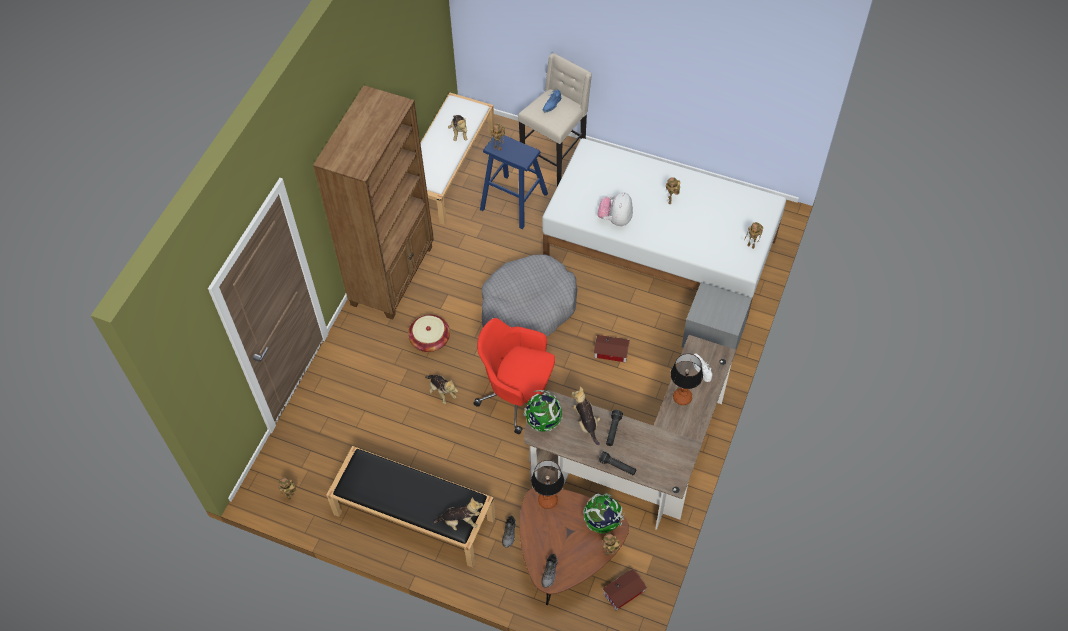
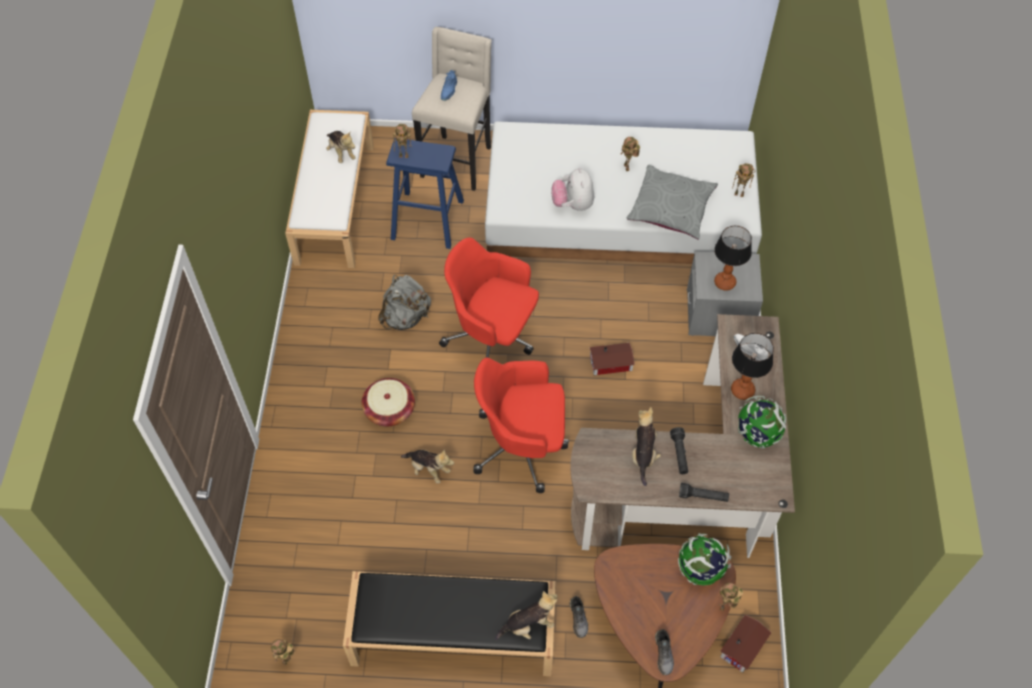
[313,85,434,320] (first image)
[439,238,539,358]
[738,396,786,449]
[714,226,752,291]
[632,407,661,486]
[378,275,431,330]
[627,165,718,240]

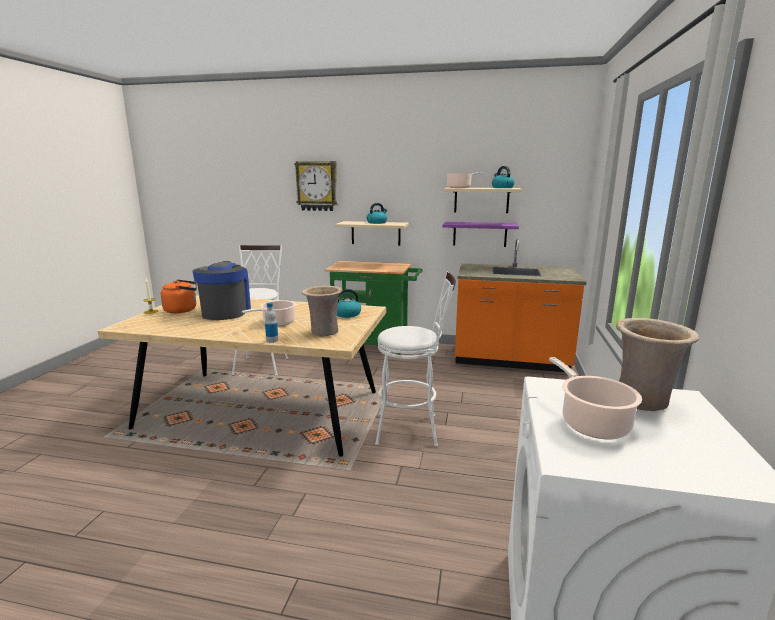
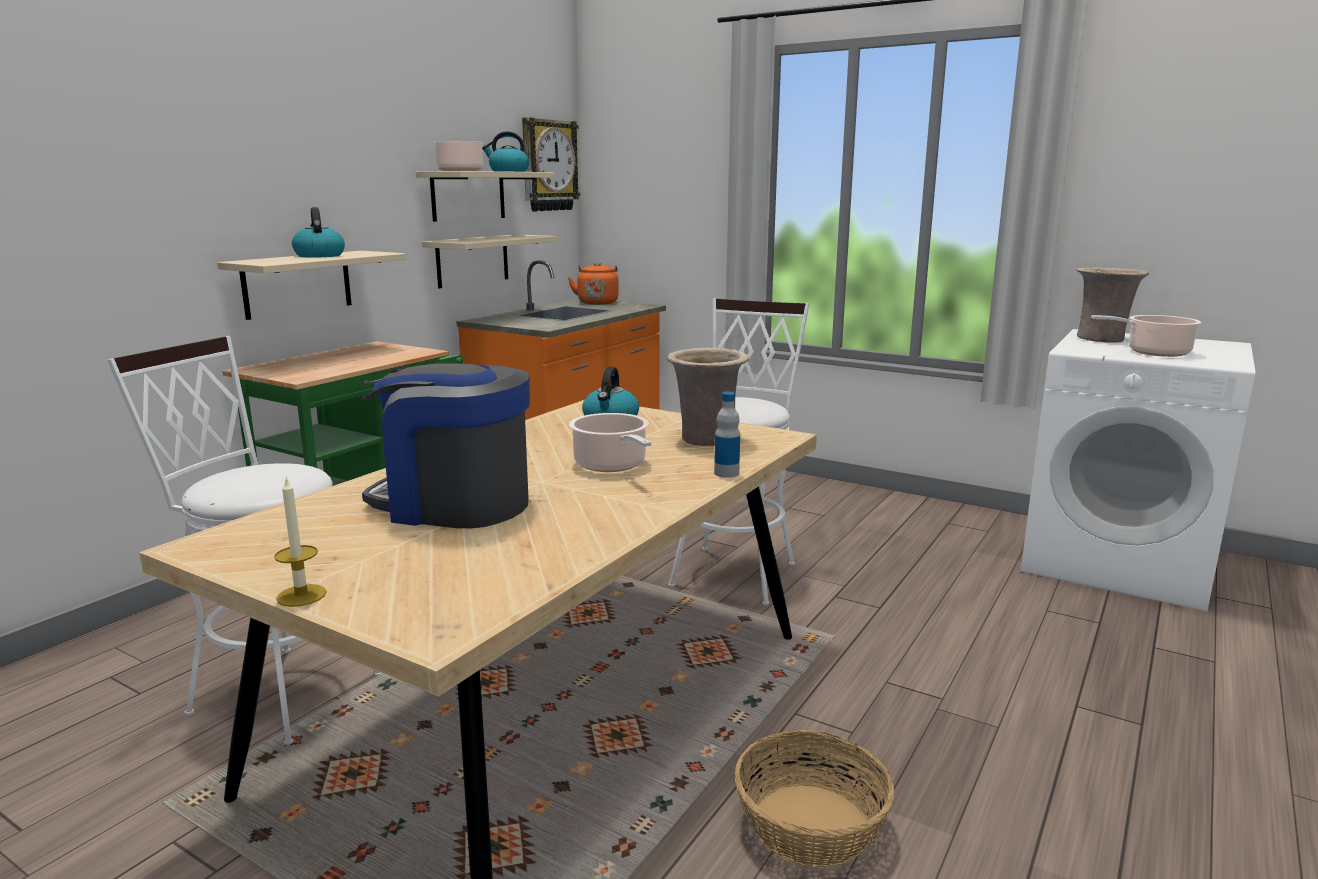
[568,262,619,305]
[522,118,580,211]
[422,234,557,289]
[735,730,894,867]

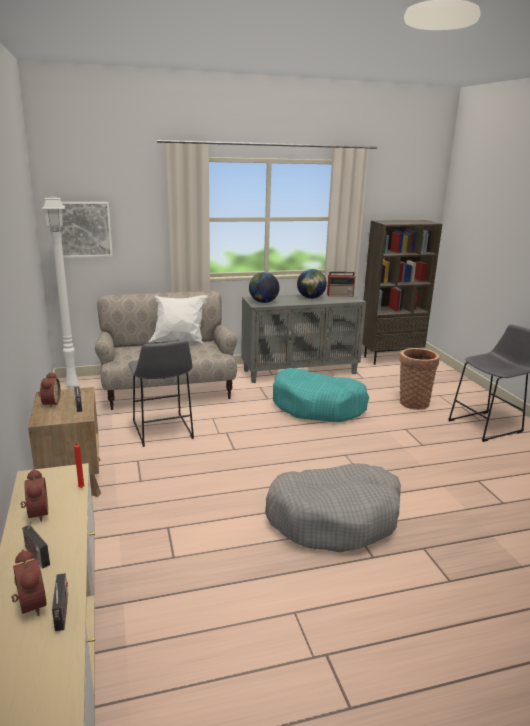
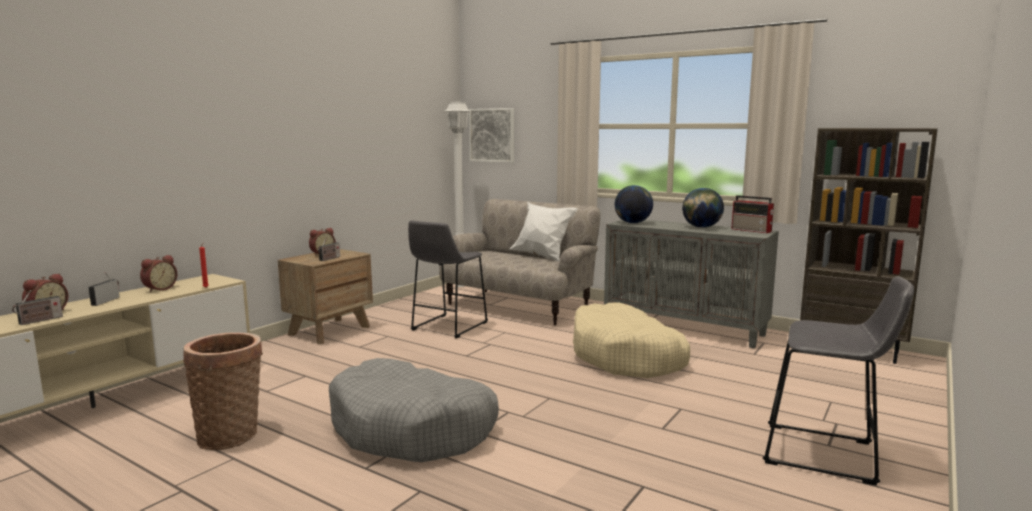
[573,302,690,378]
[183,332,263,450]

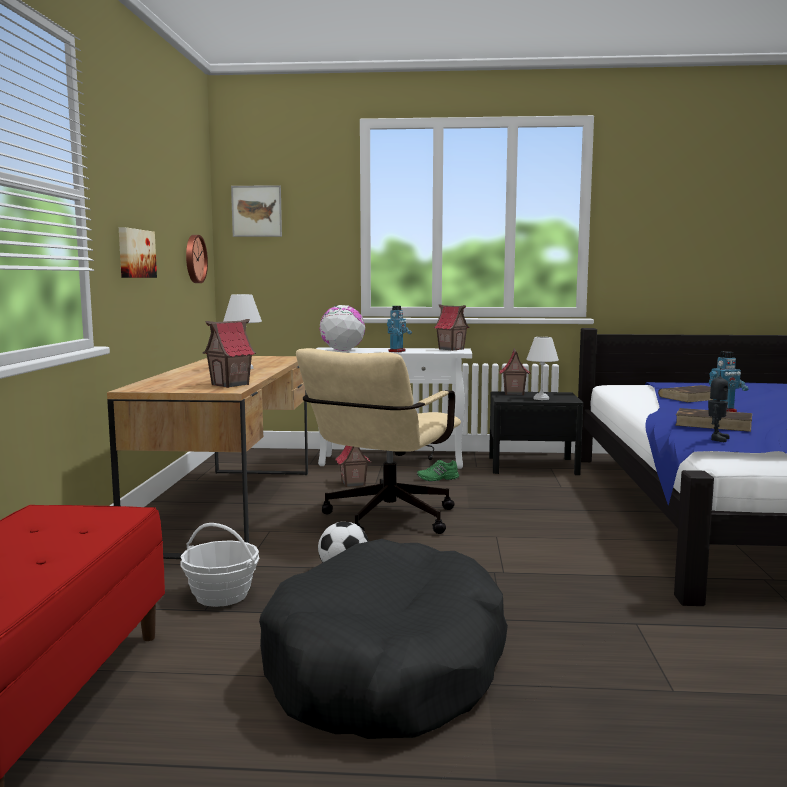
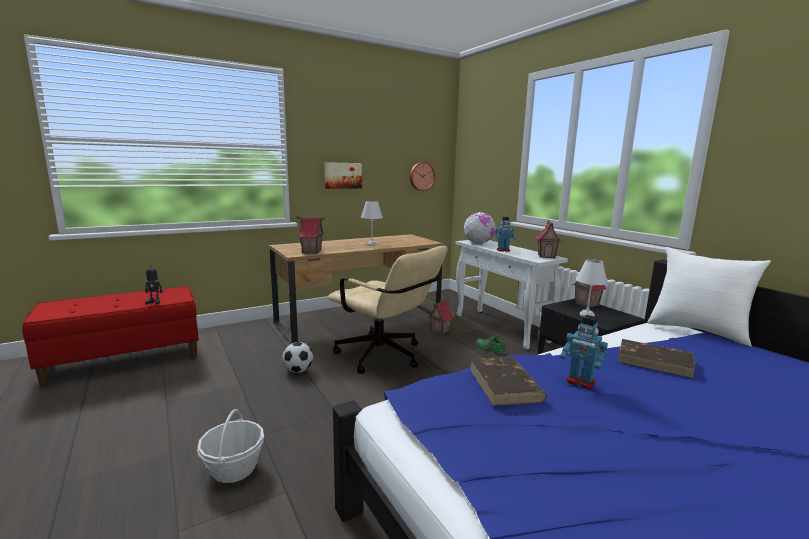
[197,409,264,483]
[231,185,282,237] (first image)
[259,539,508,739] (first image)
[328,246,448,374]
[145,263,163,304]
[647,247,771,346]

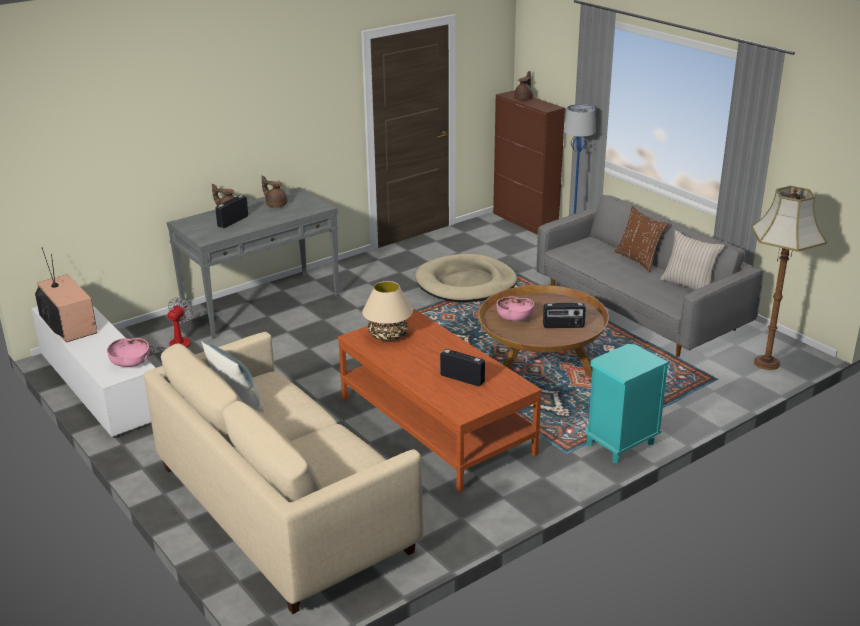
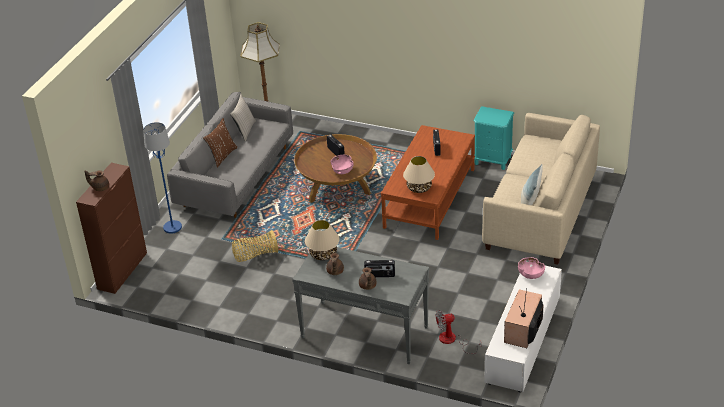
[232,230,278,262]
[473,106,514,170]
[305,220,340,260]

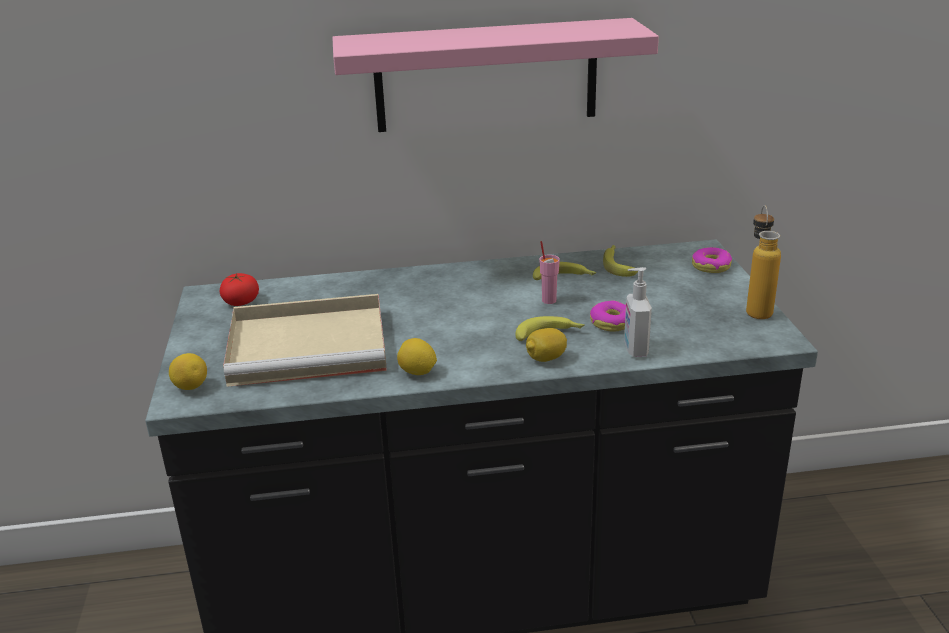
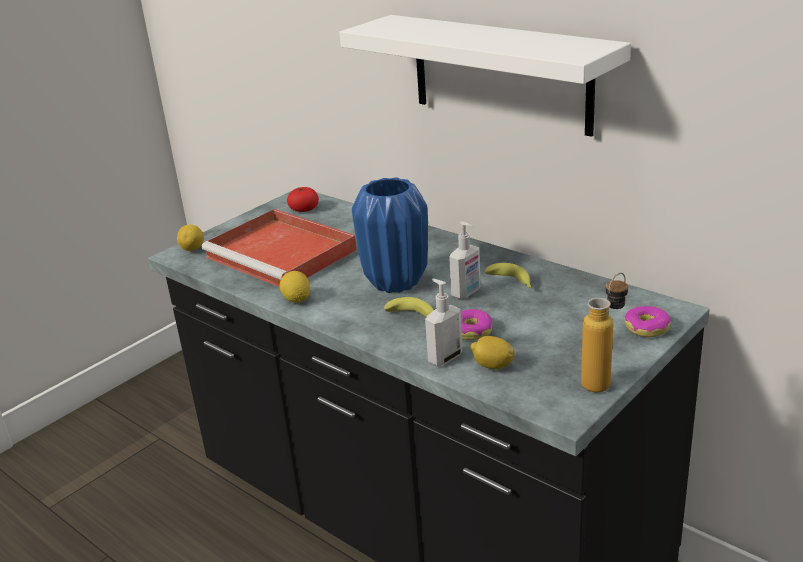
[202,209,357,287]
[339,15,631,137]
[470,336,515,369]
[449,221,481,299]
[603,245,638,277] (first image)
[352,178,428,293]

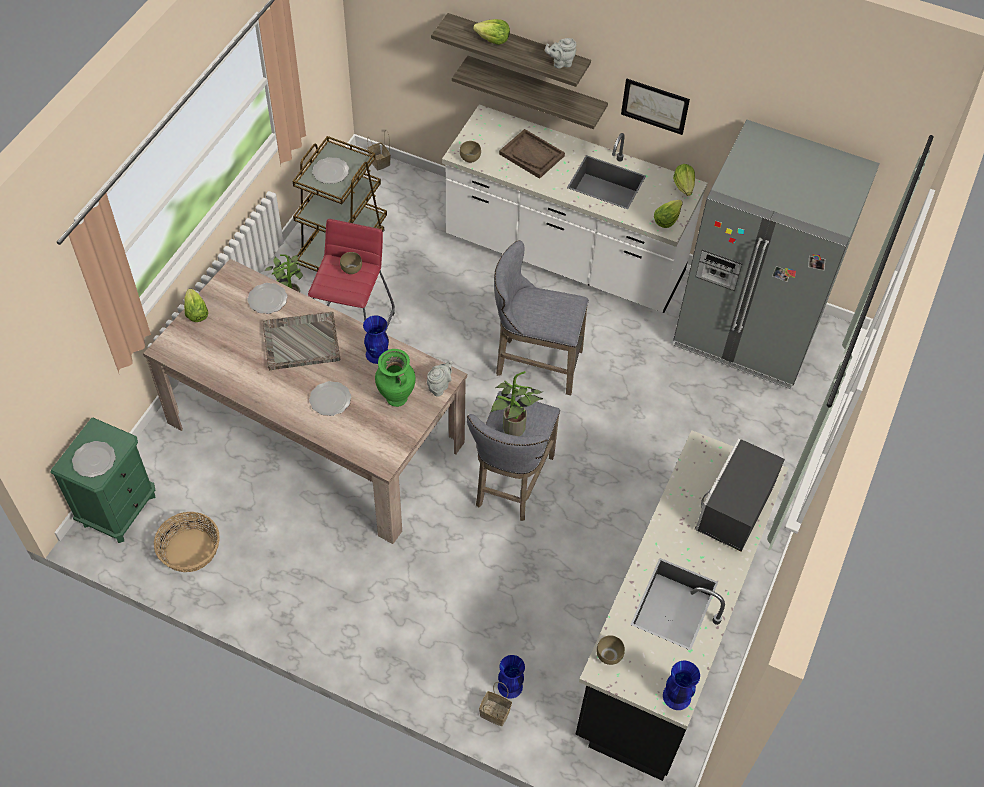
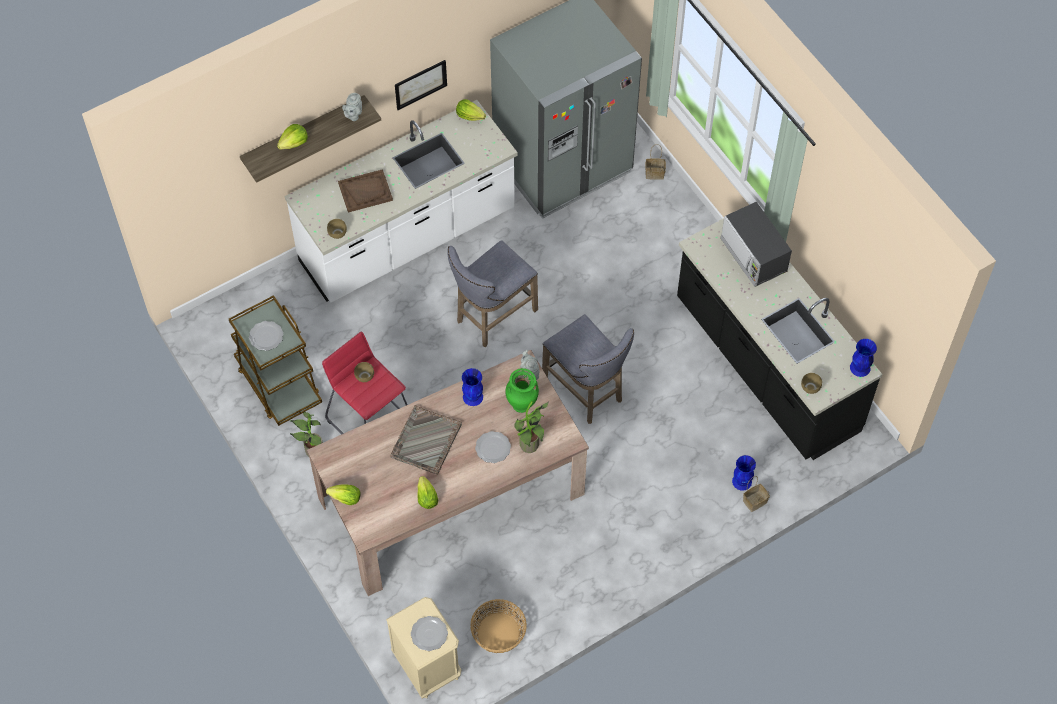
[386,597,461,699]
[247,283,288,314] (first image)
[645,144,666,180]
[452,56,608,129] (first image)
[514,401,549,453]
[417,476,438,509]

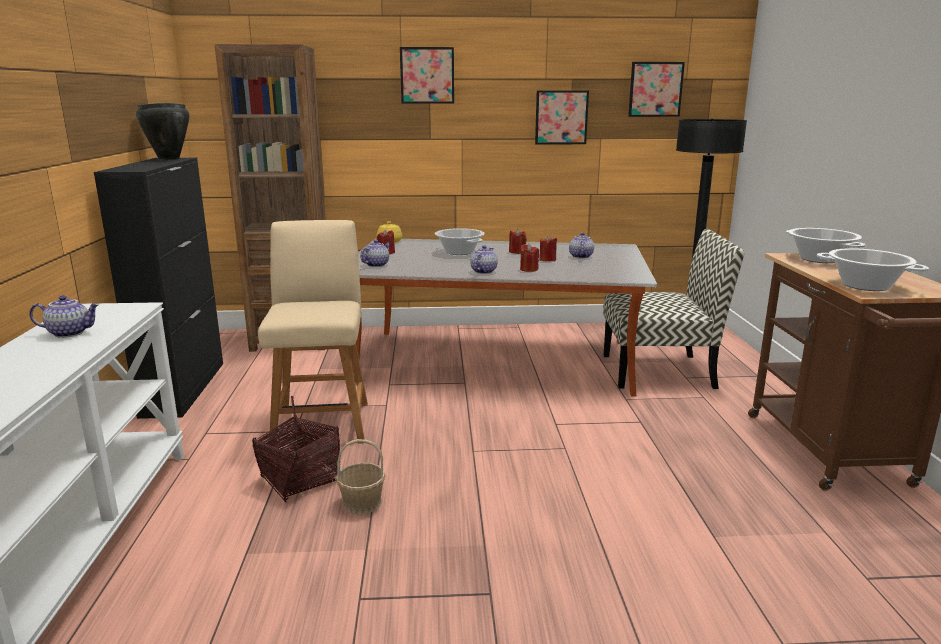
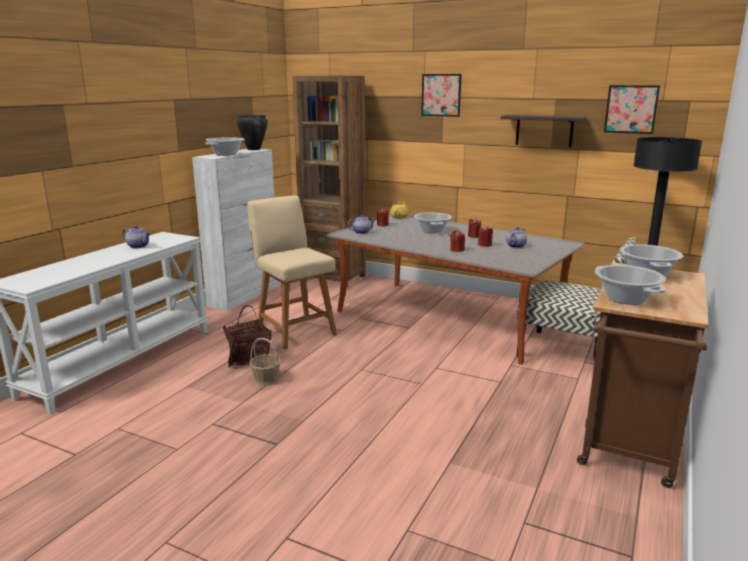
[192,149,279,311]
[247,196,337,350]
[470,245,498,274] (first image)
[501,115,586,147]
[205,137,245,156]

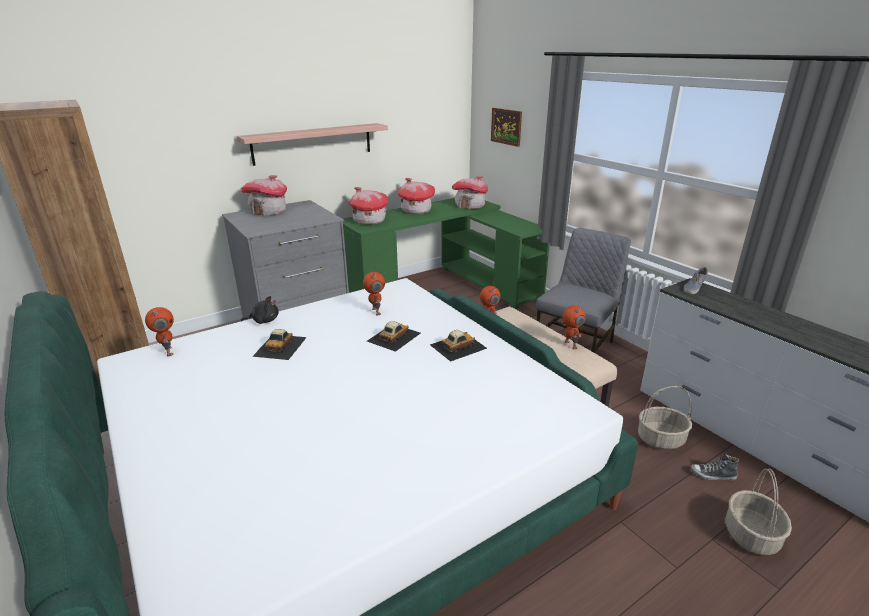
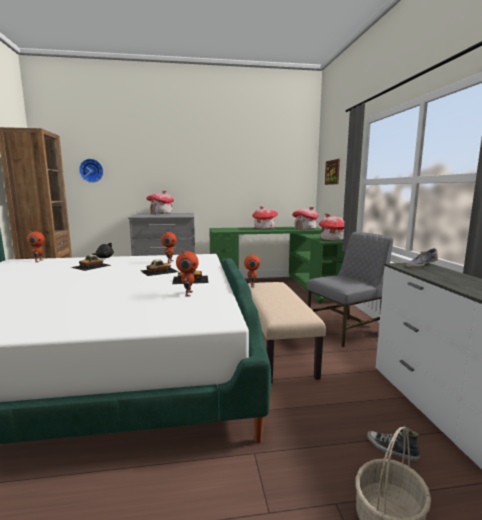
[237,123,388,166] (first image)
[319,213,344,241]
[176,250,199,297]
[638,386,692,450] (first image)
[79,159,104,183]

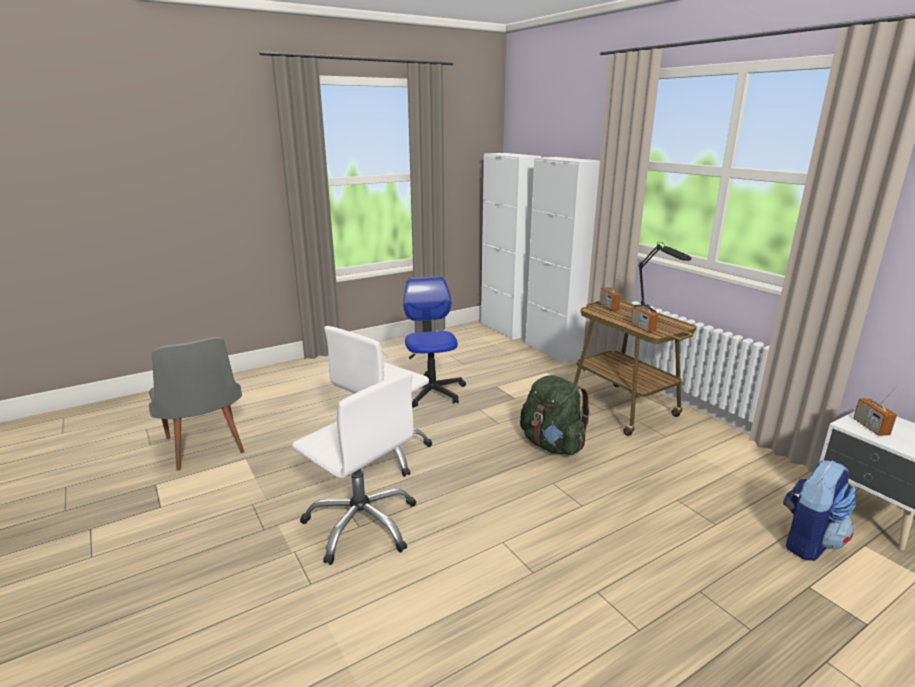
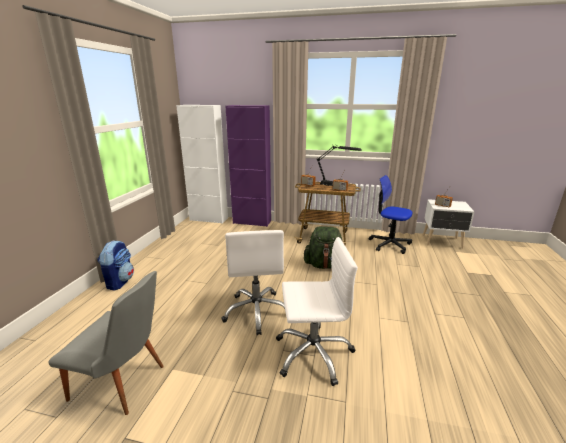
[369,175,413,254]
[226,105,271,227]
[98,240,134,291]

